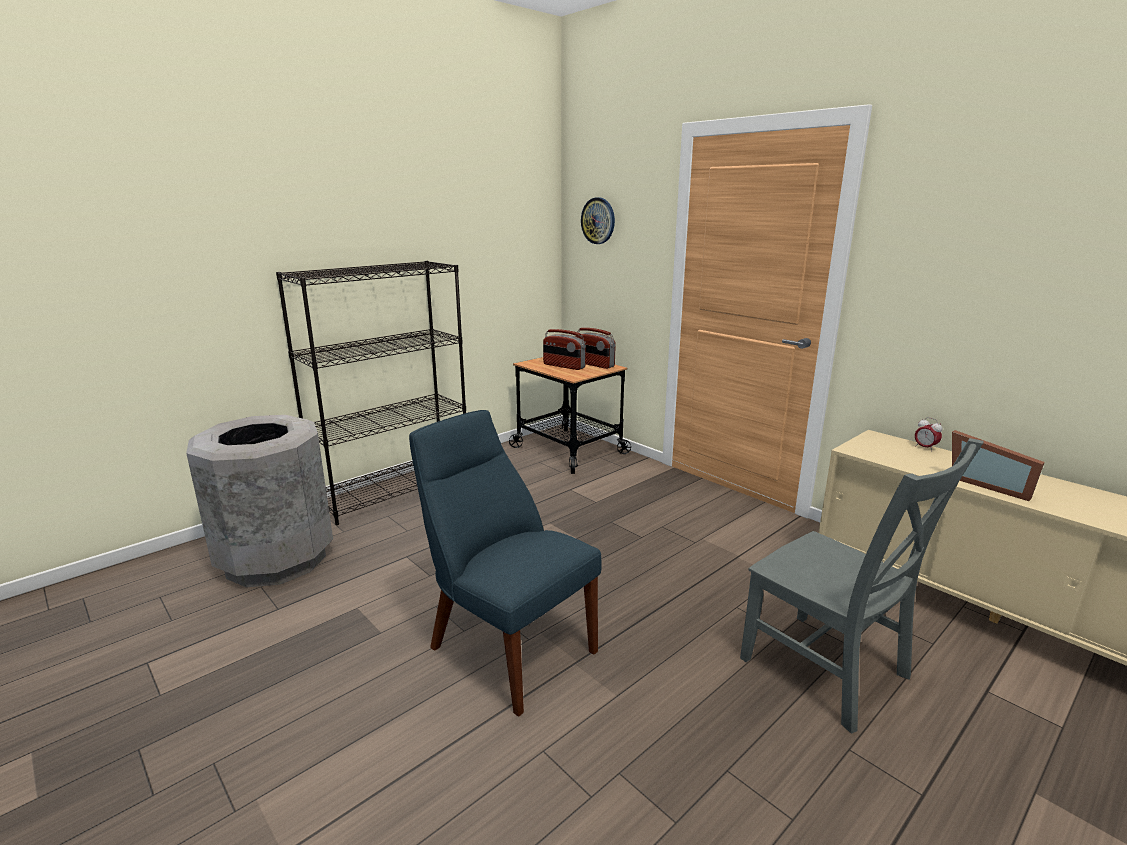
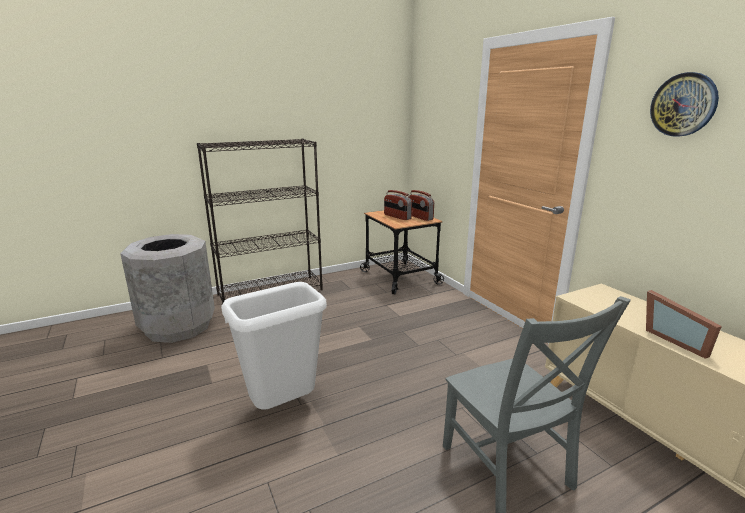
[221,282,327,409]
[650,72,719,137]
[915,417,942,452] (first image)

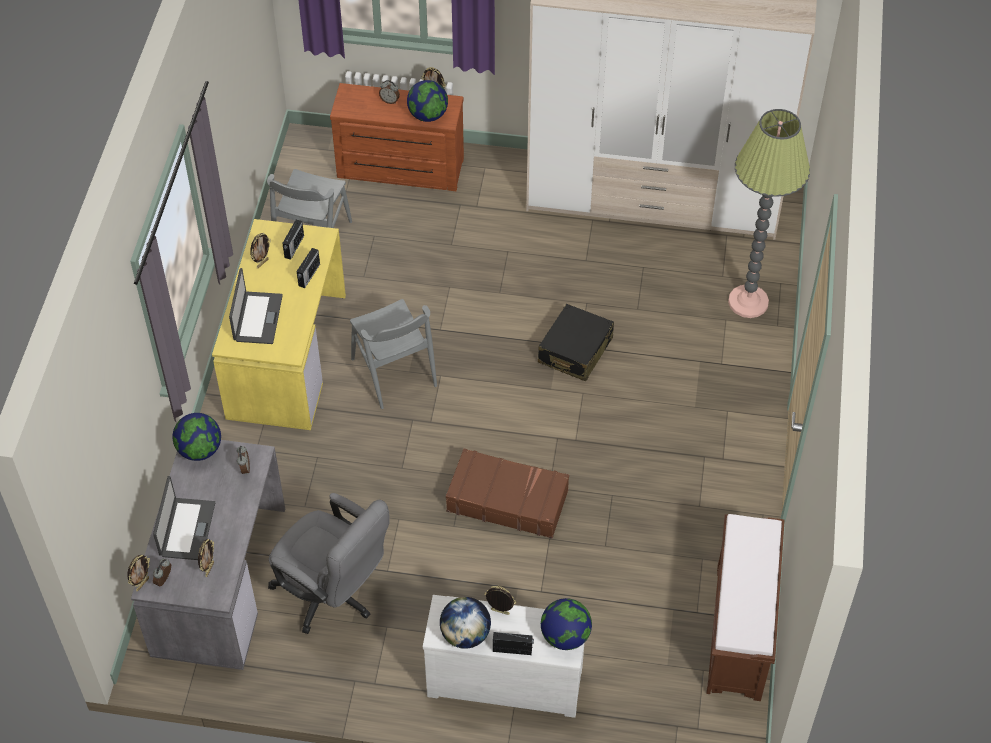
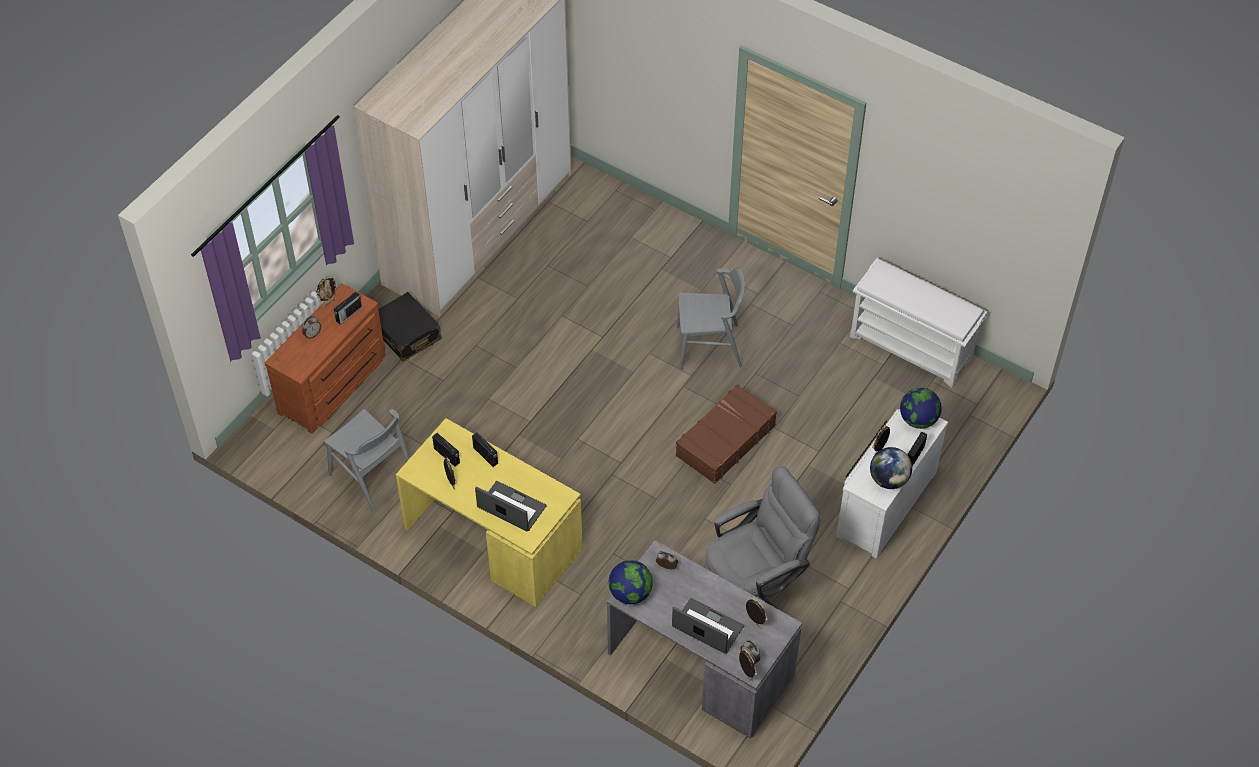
[677,267,745,370]
[334,292,362,325]
[378,292,442,361]
[850,258,988,387]
[728,109,810,318] (first image)

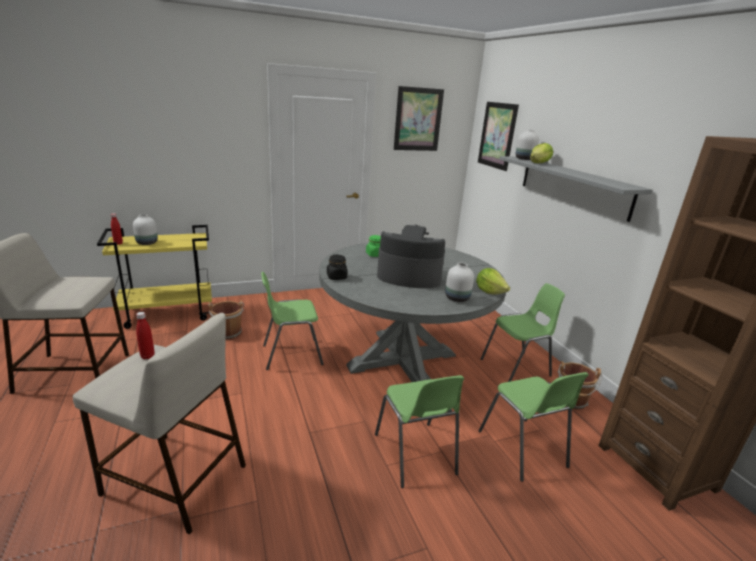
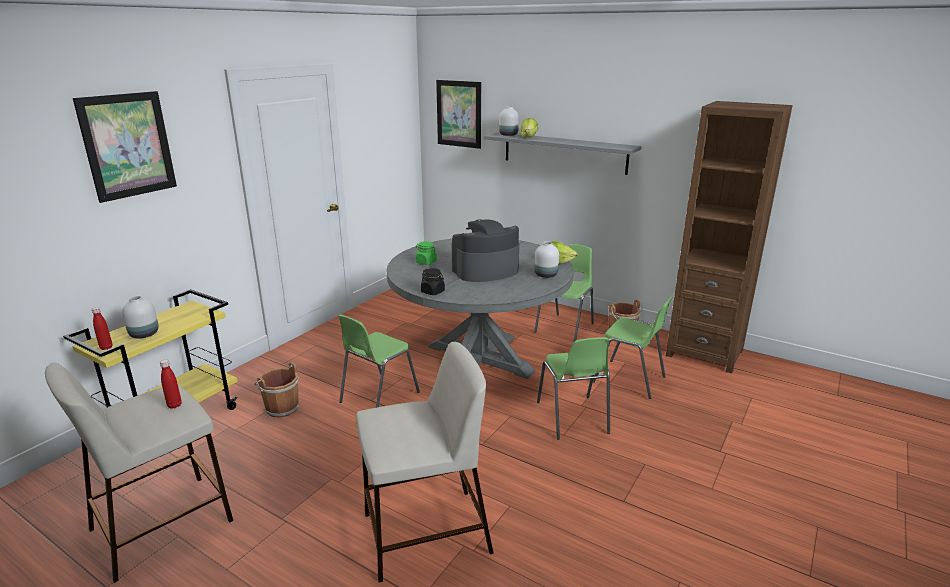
[160,360,181,409]
[537,337,610,440]
[73,91,177,203]

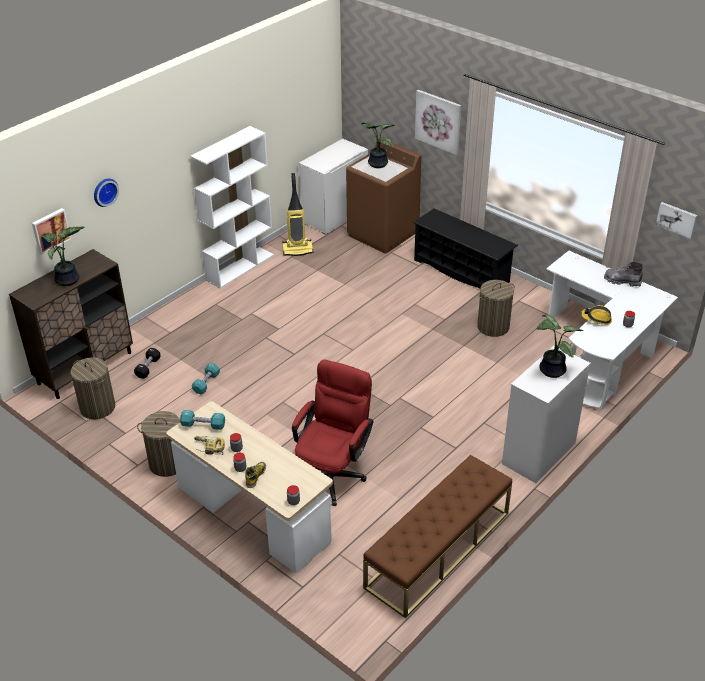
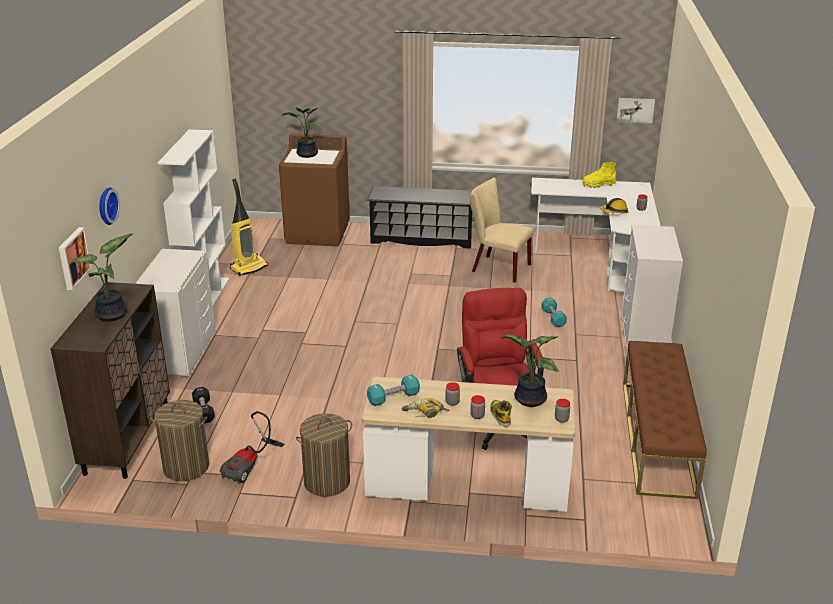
[541,297,567,327]
[135,249,216,378]
[415,90,461,155] (first image)
[470,178,533,283]
[501,334,559,407]
[582,162,616,188]
[220,411,285,484]

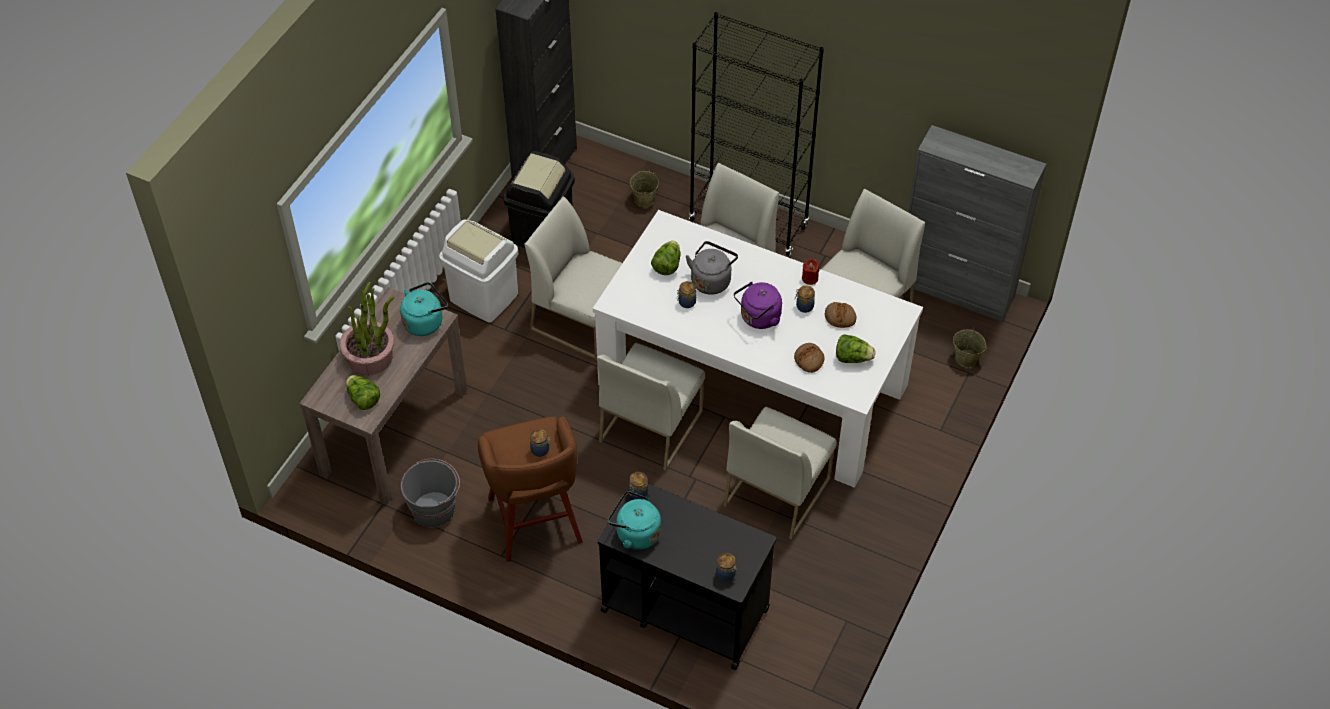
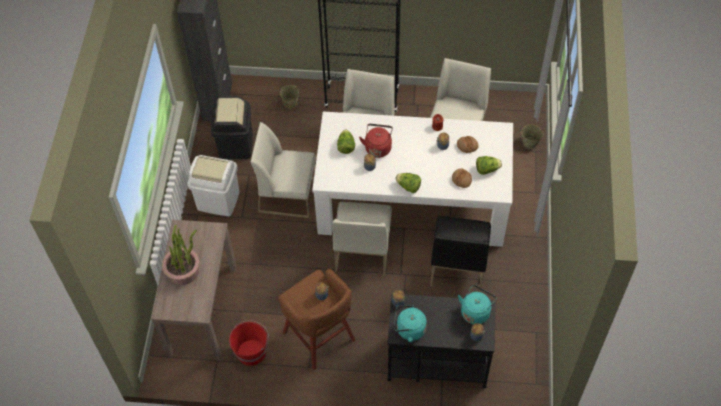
[395,173,421,193]
[458,285,497,324]
[229,320,269,366]
[359,124,393,158]
[430,216,491,292]
[734,282,782,329] (first image)
[908,125,1046,322] (first image)

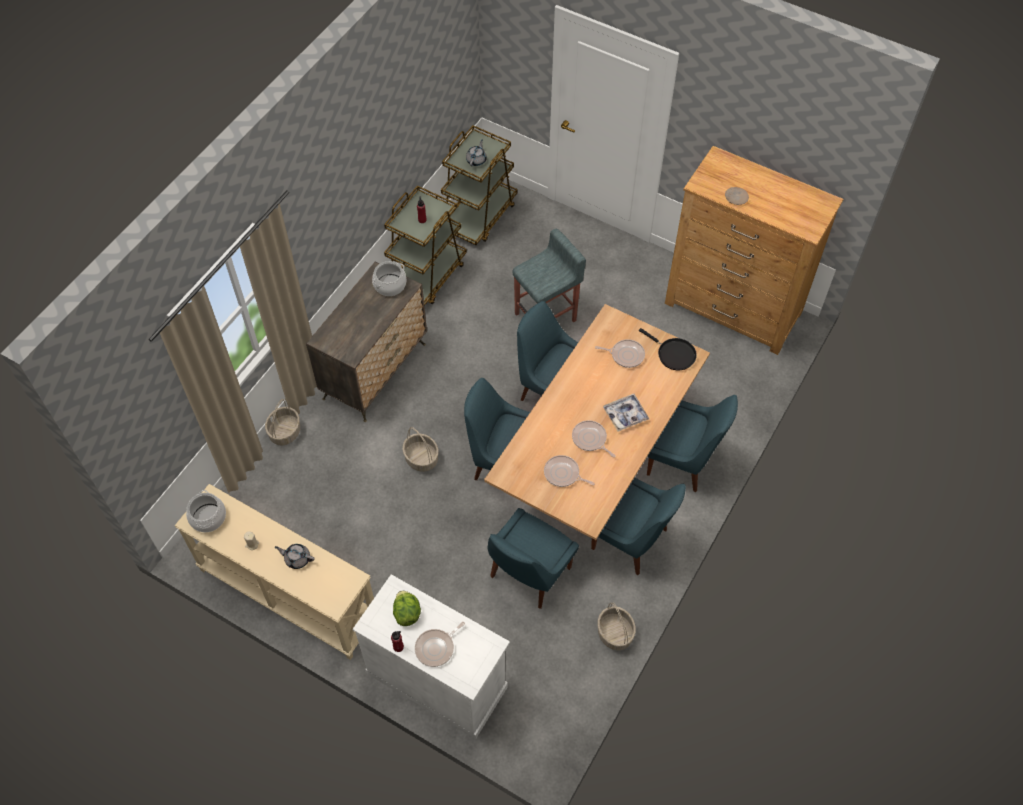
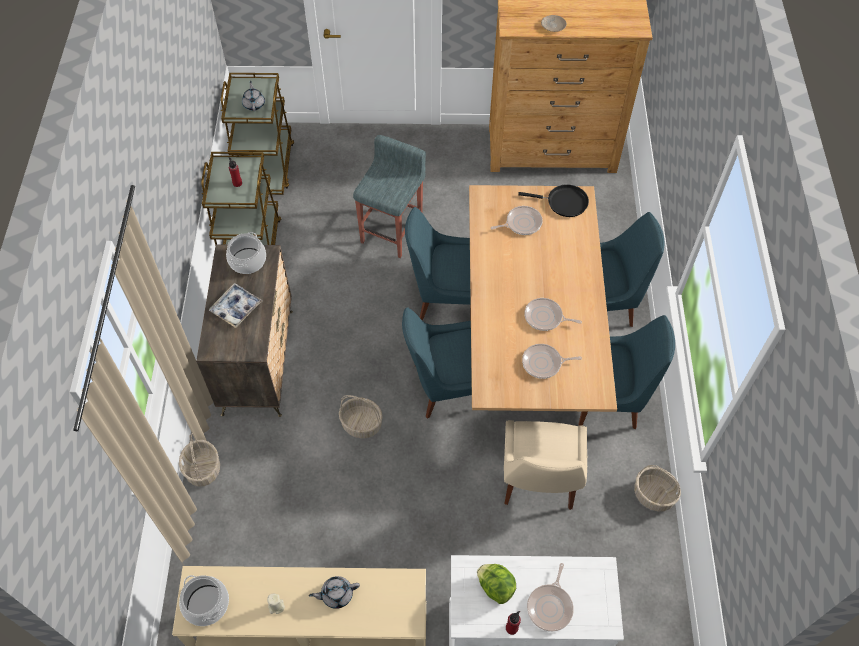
[504,420,587,510]
[209,283,262,328]

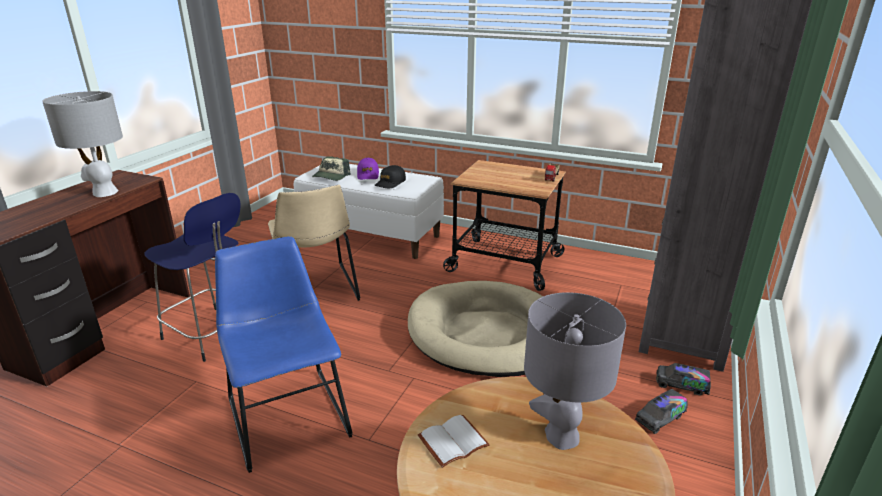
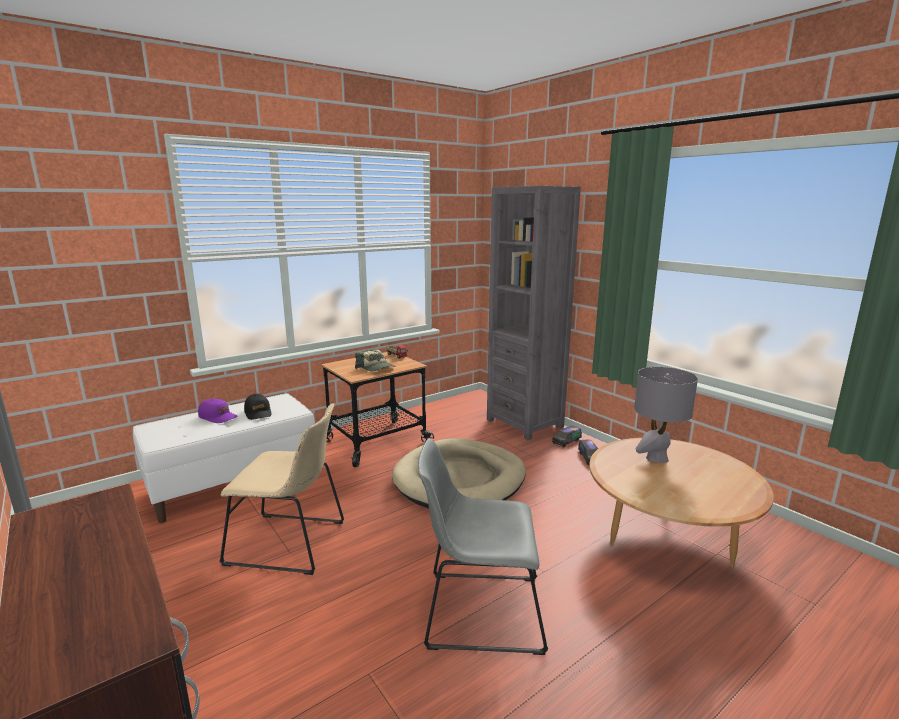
[42,91,123,197] (first image)
[145,193,241,362] (first image)
[418,438,548,655]
[355,349,396,371]
[418,415,490,468] (first image)

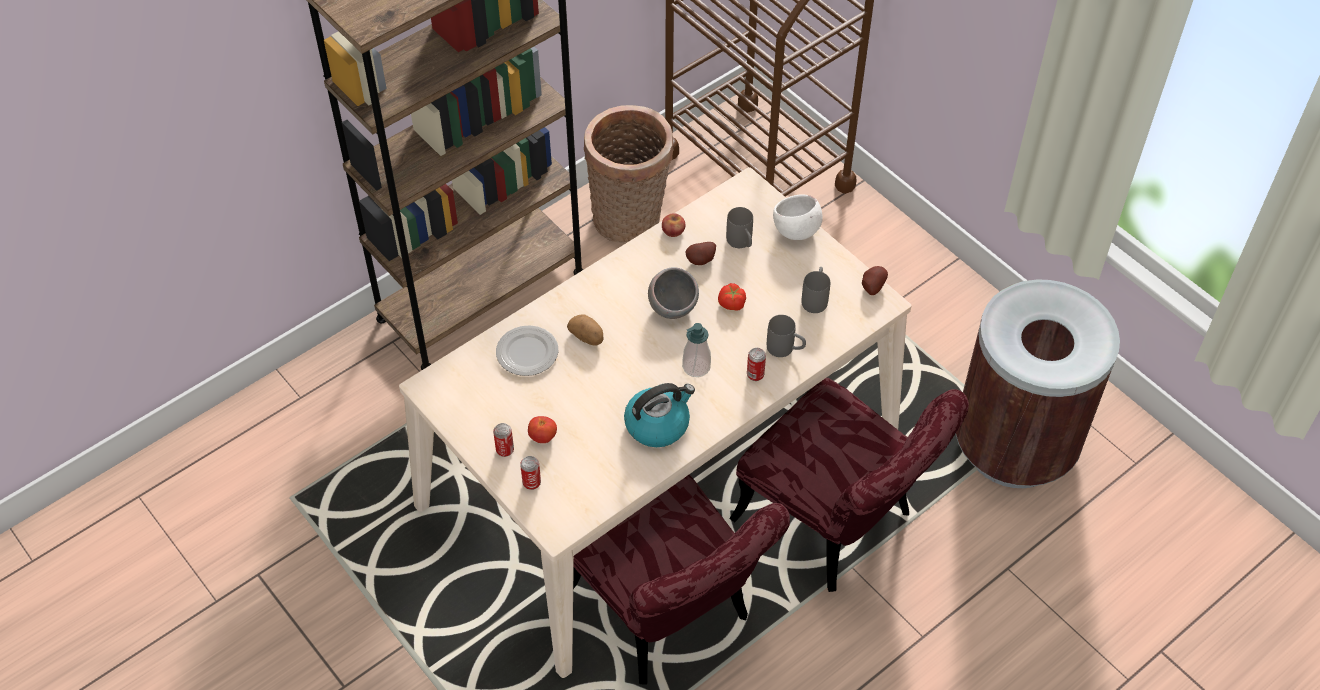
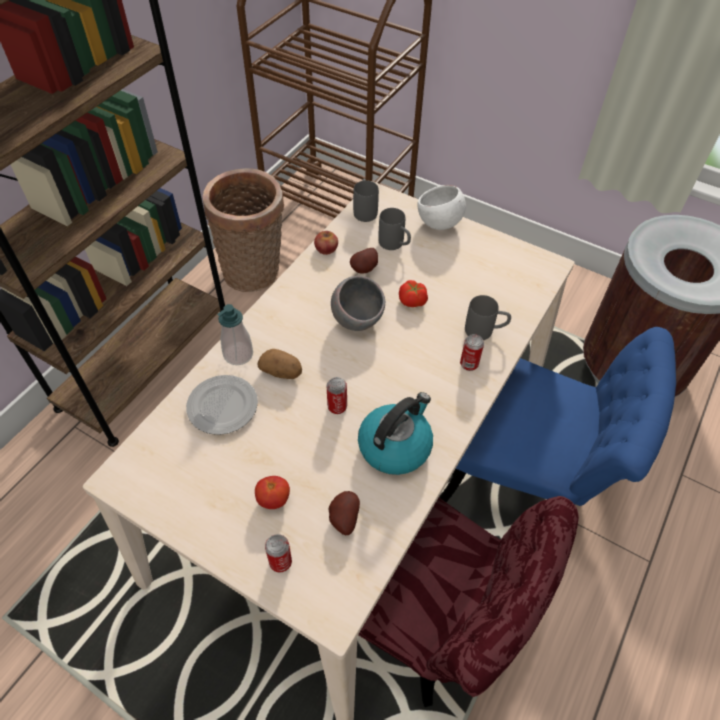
[327,377,347,414]
[217,304,253,365]
[439,327,676,506]
[353,179,379,222]
[329,491,360,535]

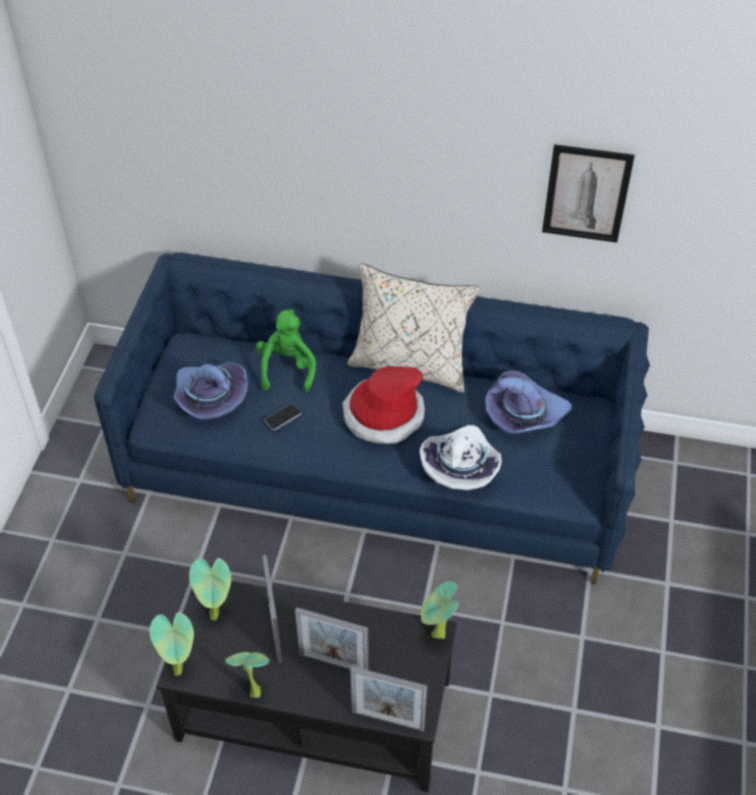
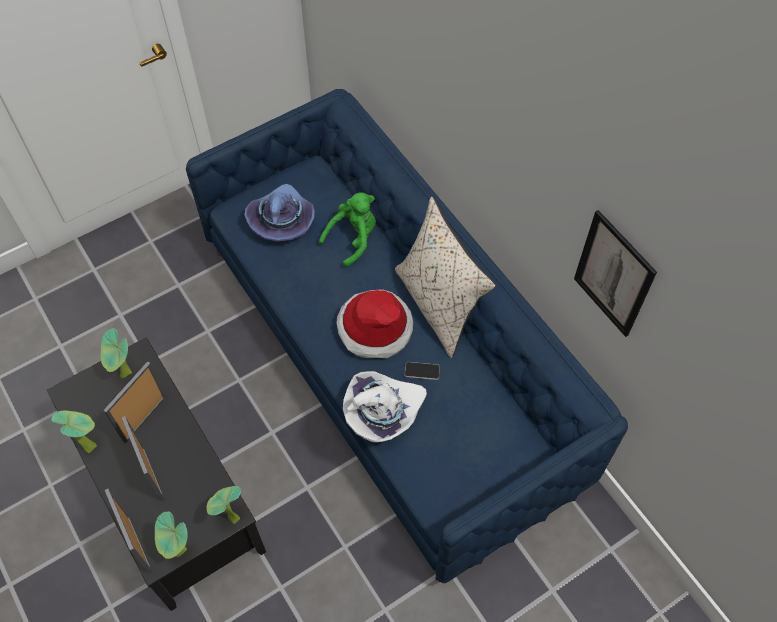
[155,512,188,559]
[405,362,440,380]
[485,371,572,434] (first image)

